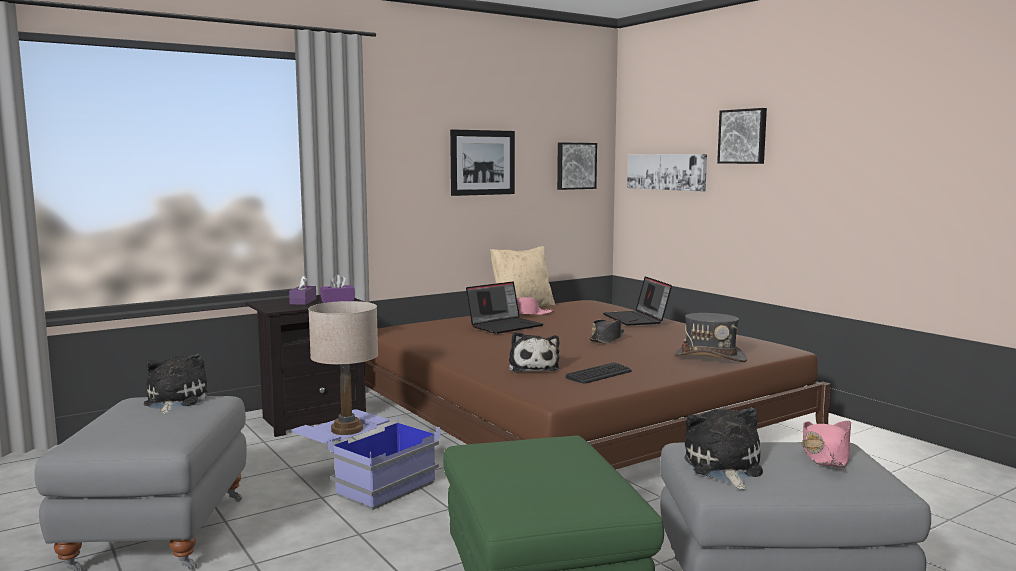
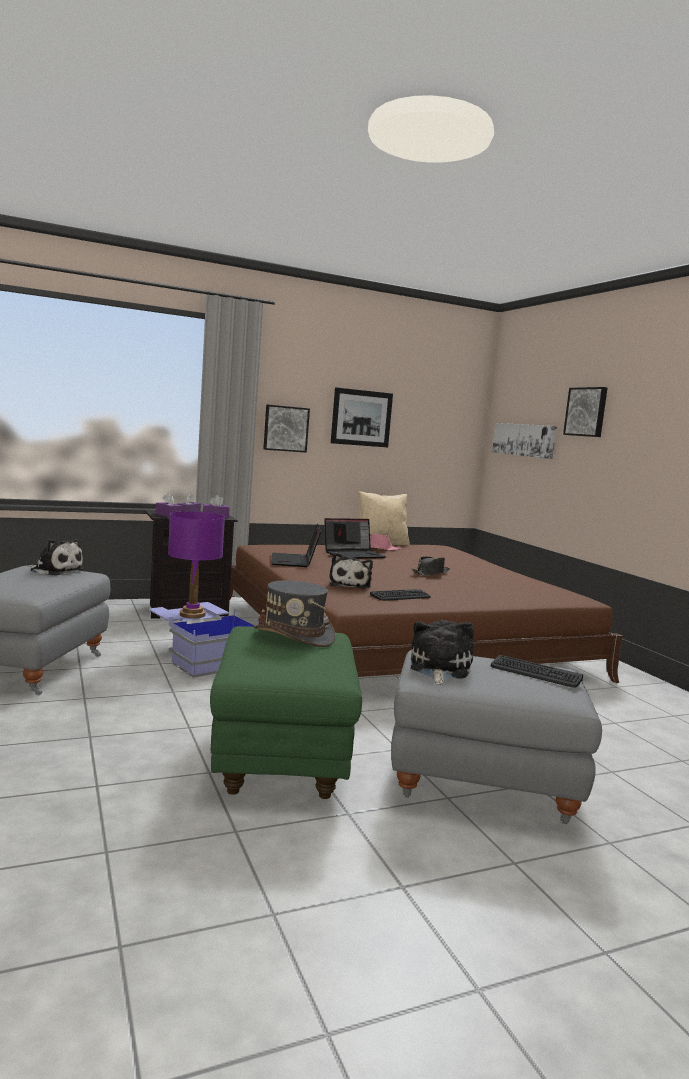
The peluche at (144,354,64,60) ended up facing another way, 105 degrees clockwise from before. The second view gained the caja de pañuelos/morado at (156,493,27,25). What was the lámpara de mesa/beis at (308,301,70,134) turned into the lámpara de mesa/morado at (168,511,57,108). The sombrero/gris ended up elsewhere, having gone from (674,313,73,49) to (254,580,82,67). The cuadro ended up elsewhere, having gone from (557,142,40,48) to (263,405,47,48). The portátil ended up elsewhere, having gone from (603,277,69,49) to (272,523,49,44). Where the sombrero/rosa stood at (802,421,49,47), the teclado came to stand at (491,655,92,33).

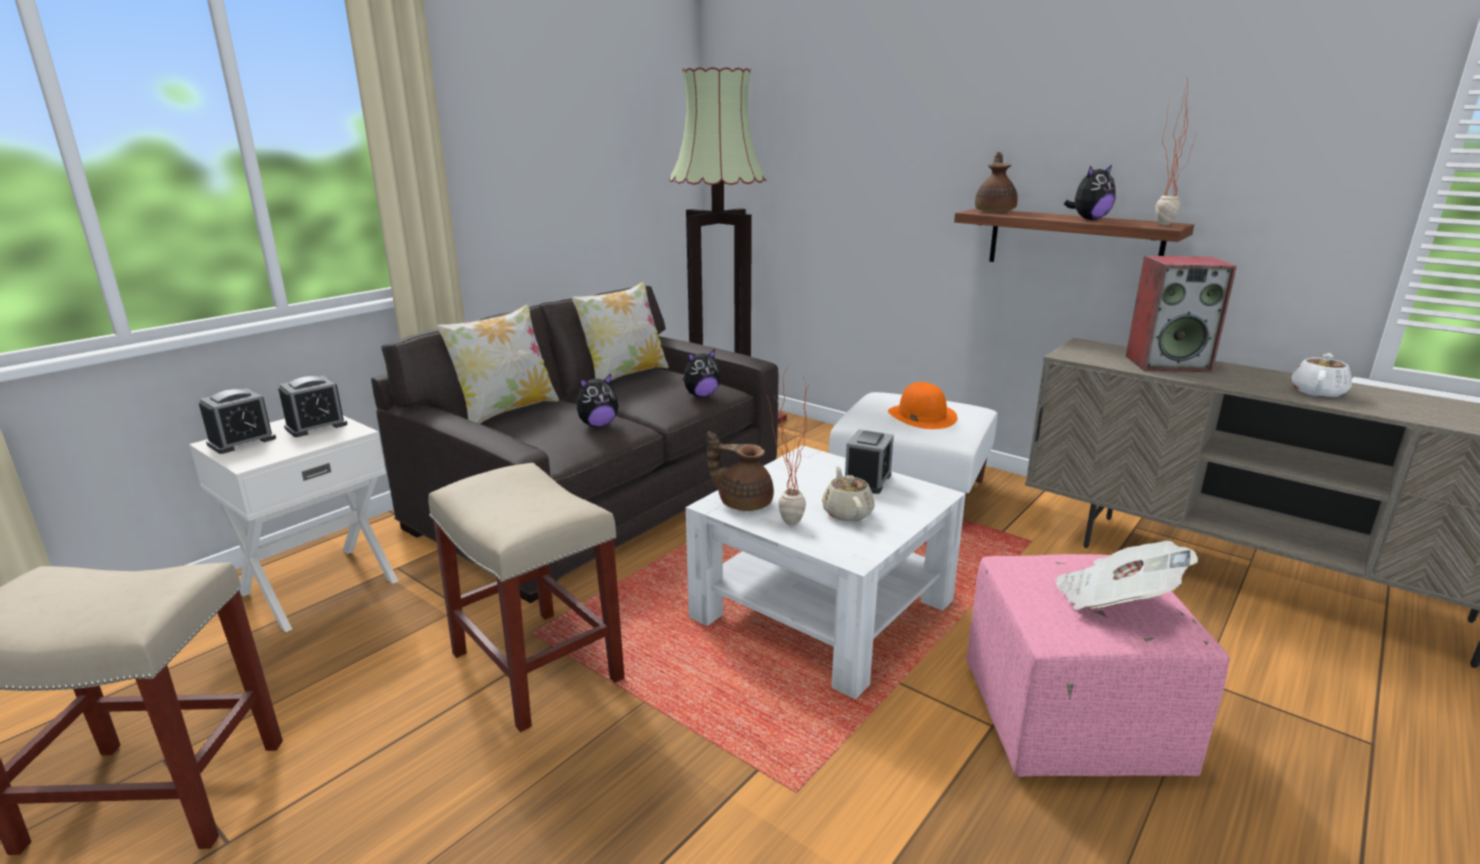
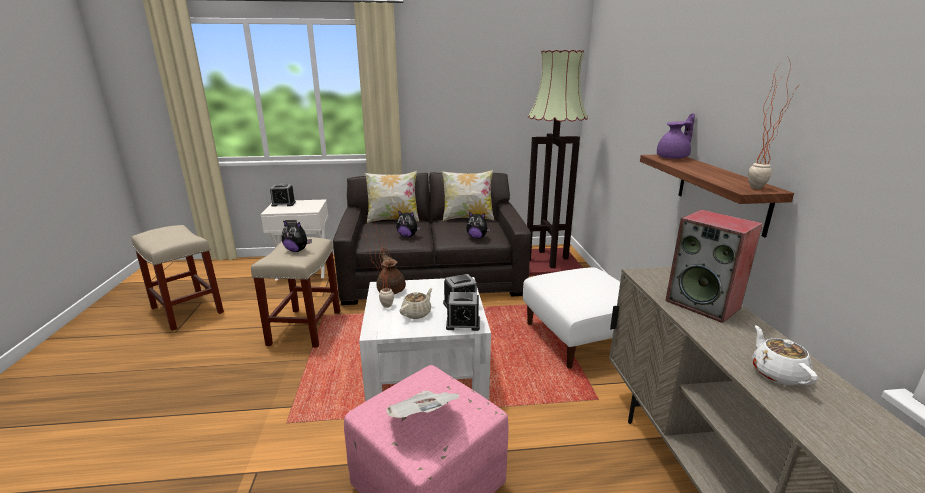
The peluche ended up elsewhere, having gone from (1064,165,52,55) to (282,220,30,32). The despertador ended up elsewhere, having gone from (278,376,69,61) to (446,292,34,39). What was the tetera/marrón at (975,152,43,60) turned into the tetera/morado at (657,113,38,46). The tetera/blanco at (1291,353,61,44) ended up facing another way, 90 degrees counterclockwise from before. The second view lost the sombrero/naranja at (888,382,69,47).

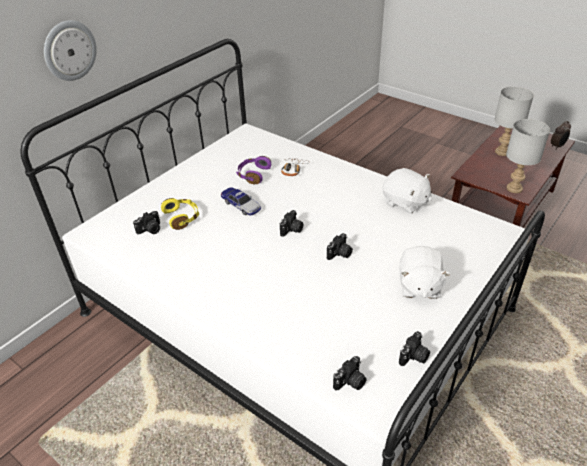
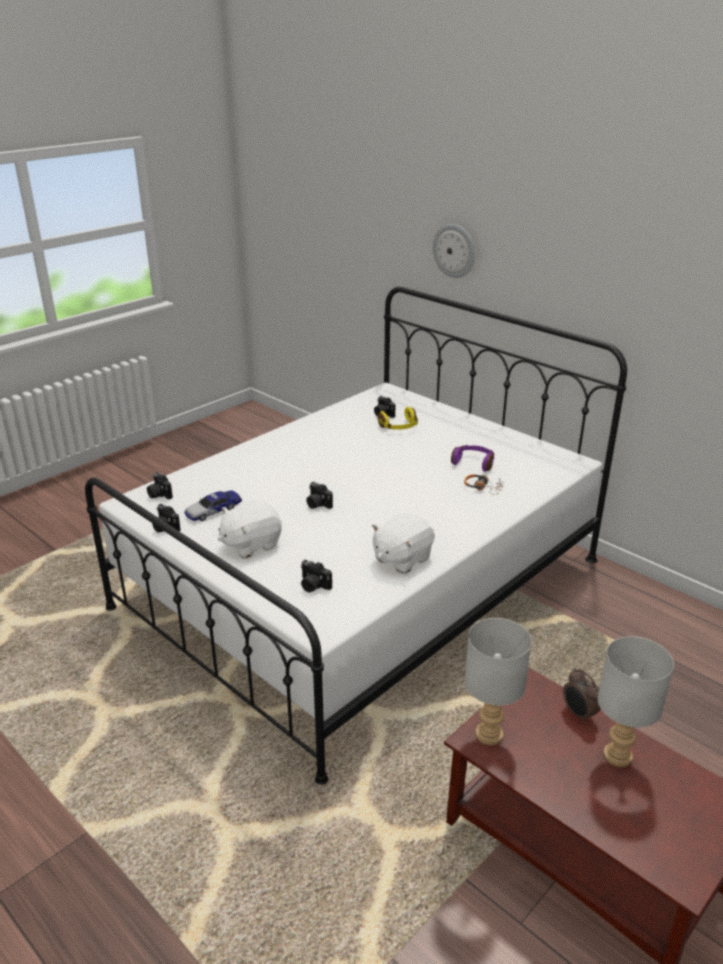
The coche de juguete ended up elsewhere, having gone from (221,187,40,29) to (184,490,58,31). The peluche/blanco at (400,246,50,53) ended up facing another way, 45 degrees counterclockwise from before. The cámara ended up elsewhere, having gone from (280,210,24,27) to (301,560,31,33). The despertador ended up elsewhere, having gone from (551,121,20,29) to (563,668,38,55).

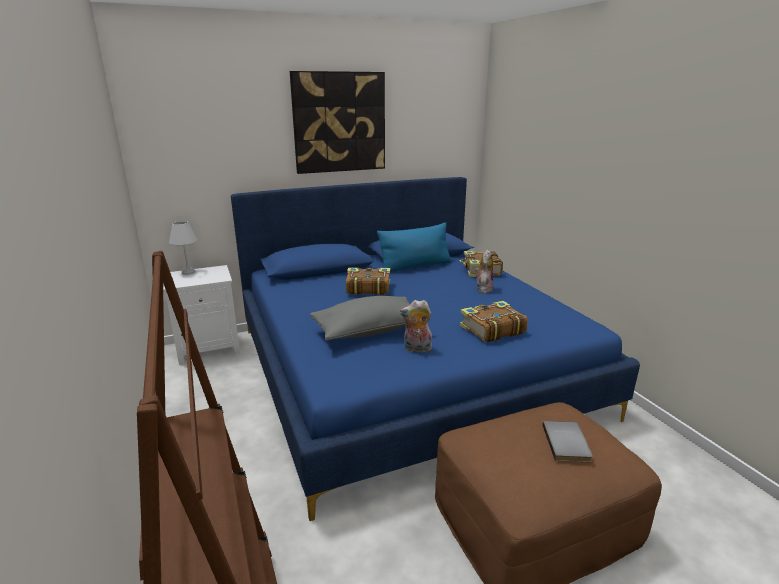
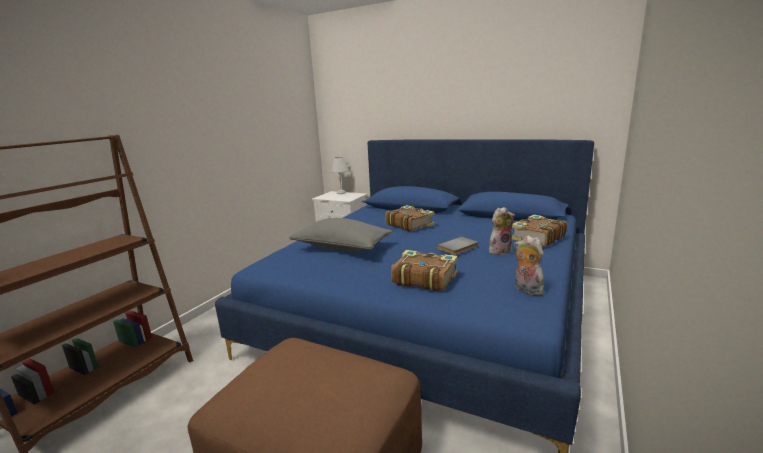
The libro/gris ended up elsewhere, having gone from (543,421,50,41) to (437,237,41,18). The peluche ended up elsewhere, having gone from (400,300,32,53) to (513,235,31,61). The second view lost the cuadro at (290,71,95,103). The second view lost the cojín/azul at (377,222,75,50).

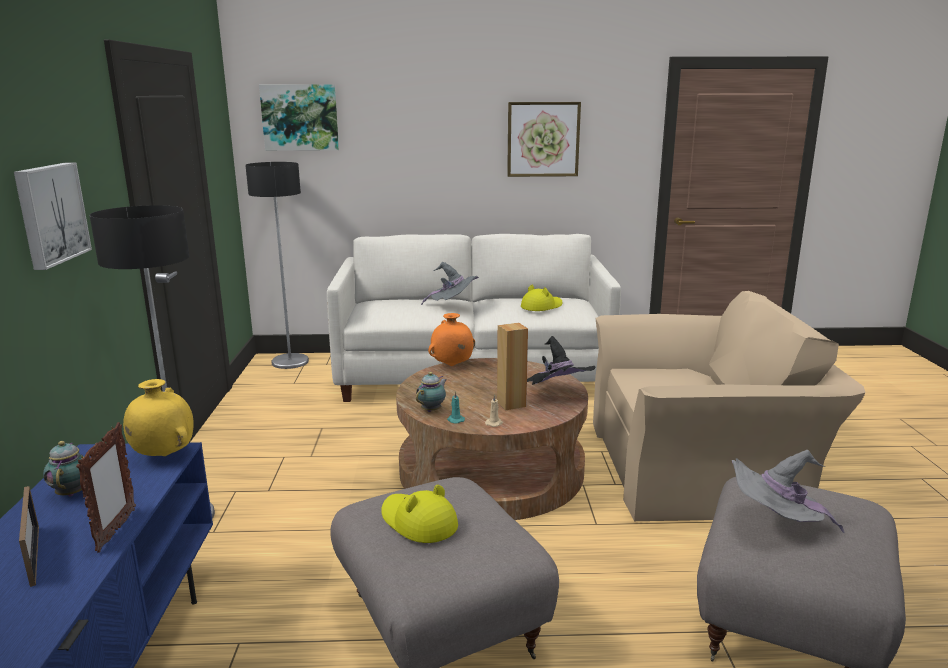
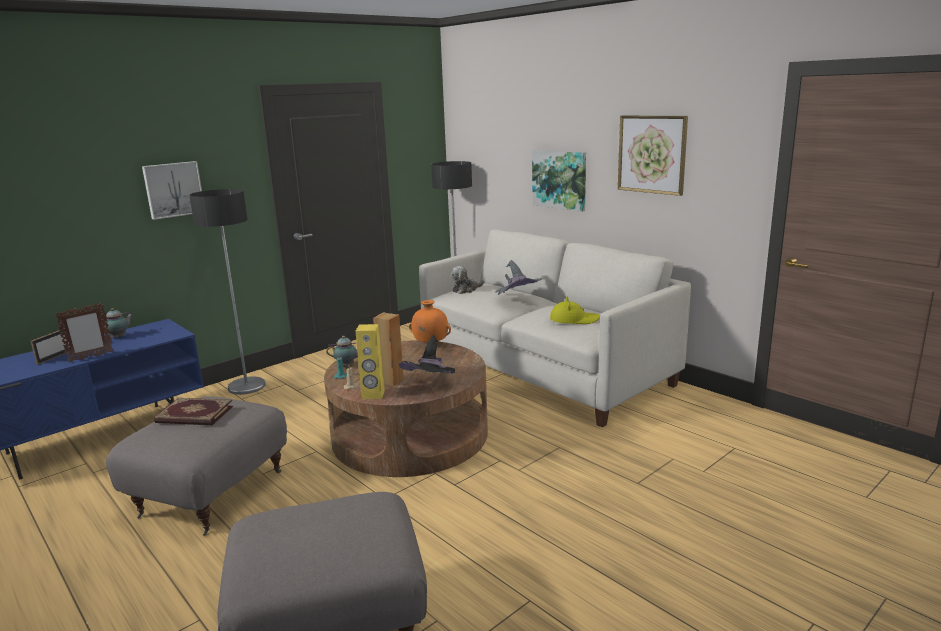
Where the sombrero/amarillo stood at (381,484,77,59), the libro came to stand at (154,398,79,27). The second view gained the altavoz/amarillo at (355,324,30,75). The second view gained the peluche at (451,266,33,28). The cuadro ended up elsewhere, having gone from (259,84,80,67) to (532,150,54,62). The second view lost the florero/amarillo at (123,379,70,77). The second view lost the sillón/beis at (593,291,273,230). The second view lost the sombrero/gris at (732,450,112,83).

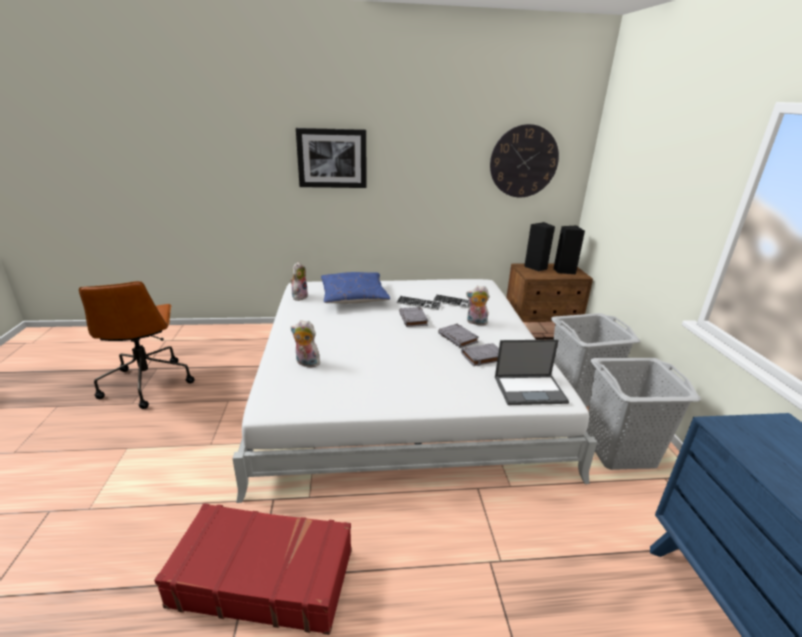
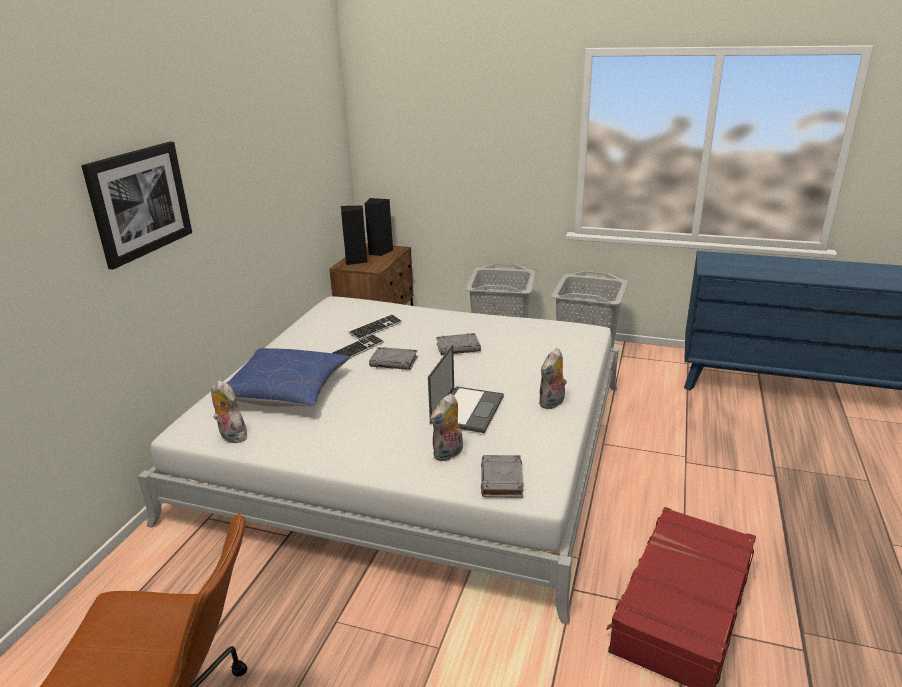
The portátil ended up elsewhere, having gone from (495,339,74,66) to (428,344,76,89). The libro/gris ended up elsewhere, having gone from (461,343,38,23) to (481,455,43,43). The peluche ended up elsewhere, having gone from (466,286,24,40) to (538,348,29,61). The second view lost the reloj de pared at (490,124,69,73).

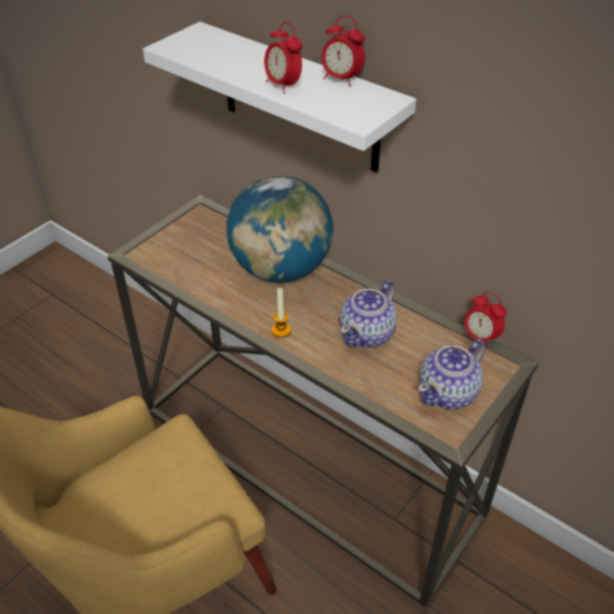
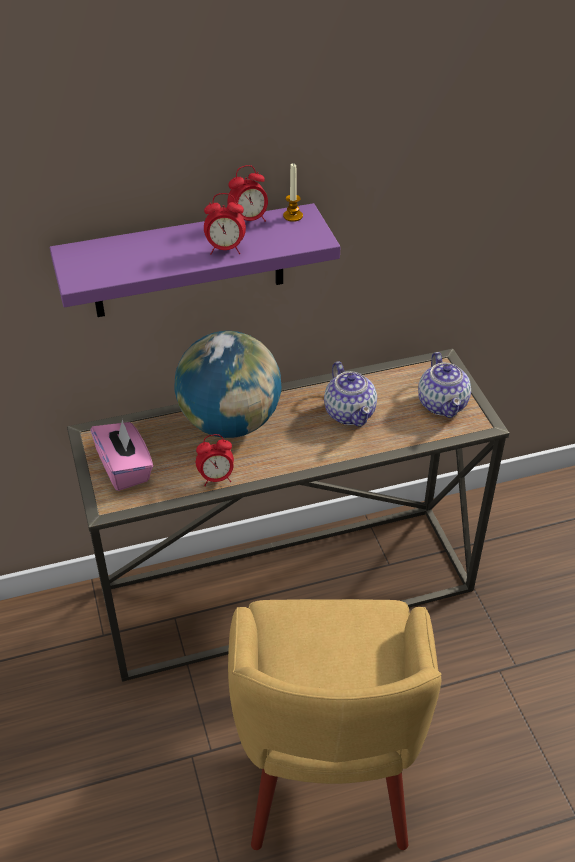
What was the estante/blanco at (143,22,273,150) turned into the estante/morado at (50,203,290,114). The second view gained the caja de pañuelos/rosa at (90,419,63,72). The despertador ended up elsewhere, having gone from (464,292,43,57) to (196,434,38,52). The vela ended up elsewhere, having gone from (272,288,19,50) to (283,163,20,59).

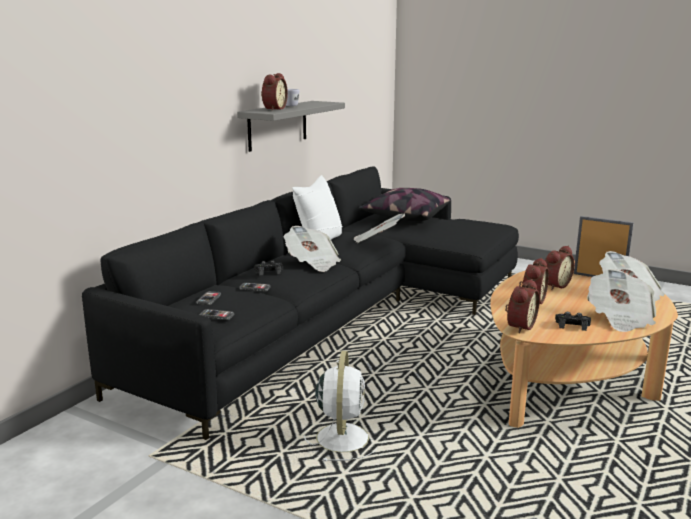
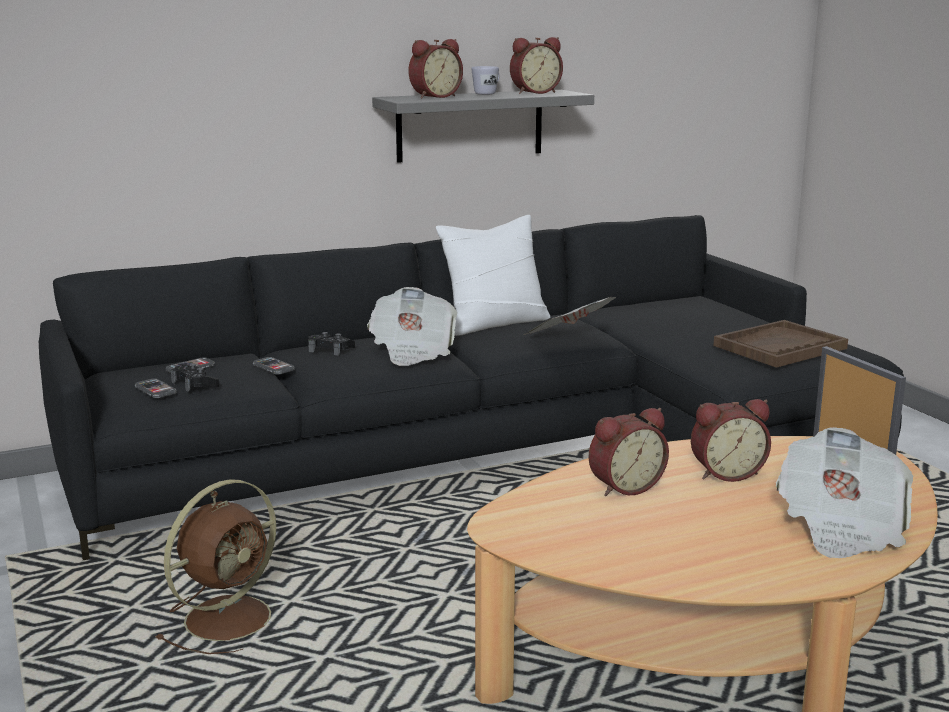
What was the ventilador/blanco at (304,351,73,110) turned into the ventilador/marrón at (155,479,121,175). The mando de consola/negro ended up elsewhere, having gone from (555,312,36,19) to (171,364,48,28). The despertador ended up elsewhere, having gone from (505,279,35,54) to (510,37,53,57). The second view gained the bandeja/marrón at (713,320,135,48). The second view lost the cojín at (359,188,92,33). The second view lost the periódico at (587,269,69,63).

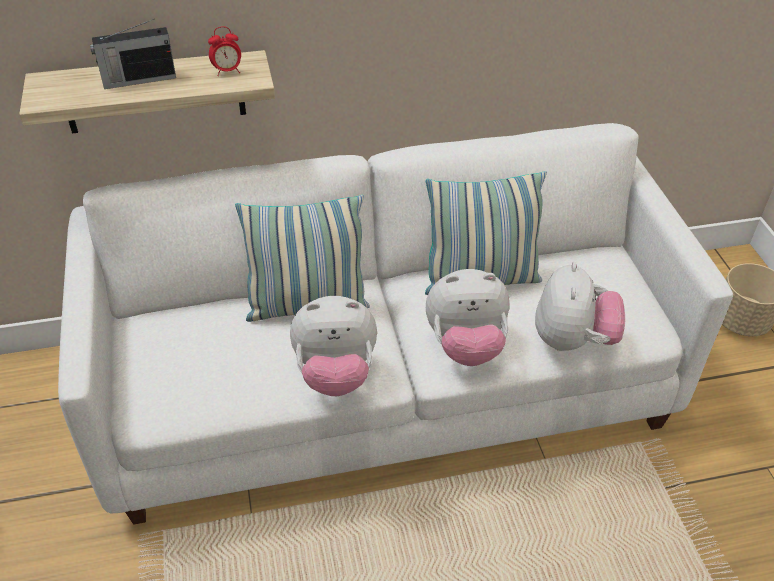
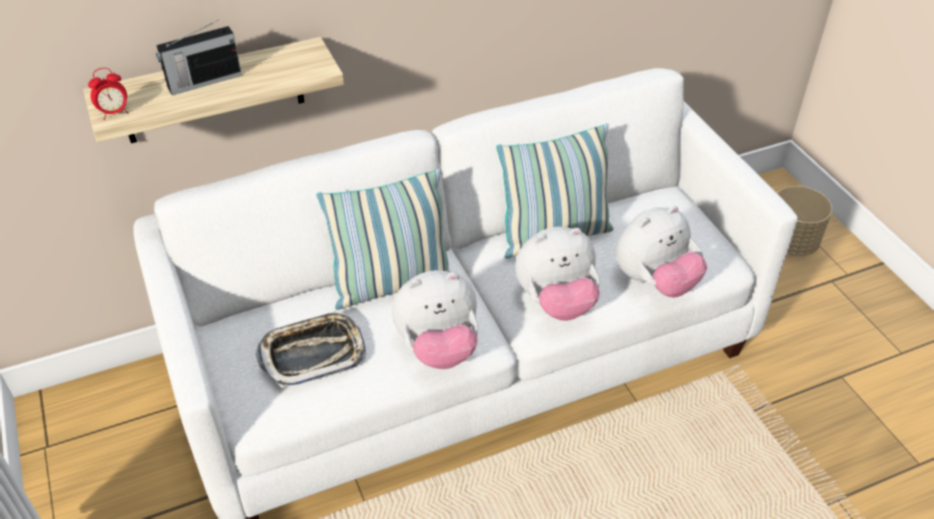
The despertador ended up elsewhere, having gone from (208,26,33,50) to (88,68,40,52). The second view gained the bandeja at (256,310,110,78). The peluche at (535,262,90,89) ended up facing another way, 60 degrees clockwise from before.

